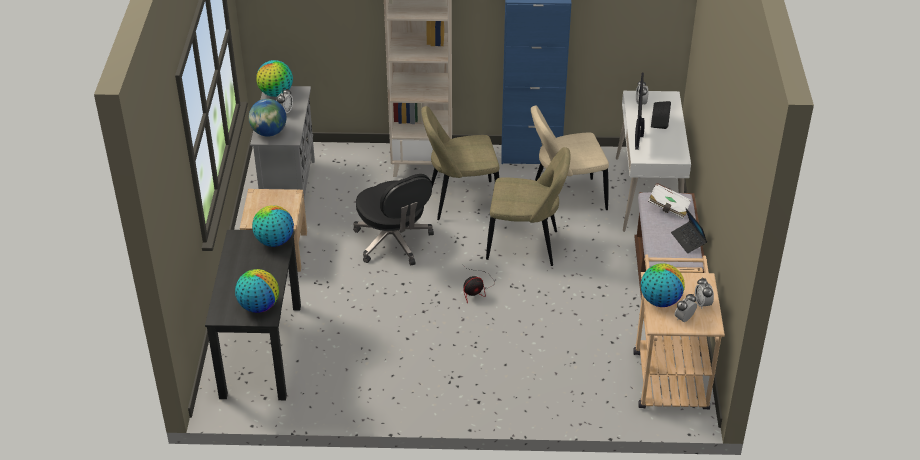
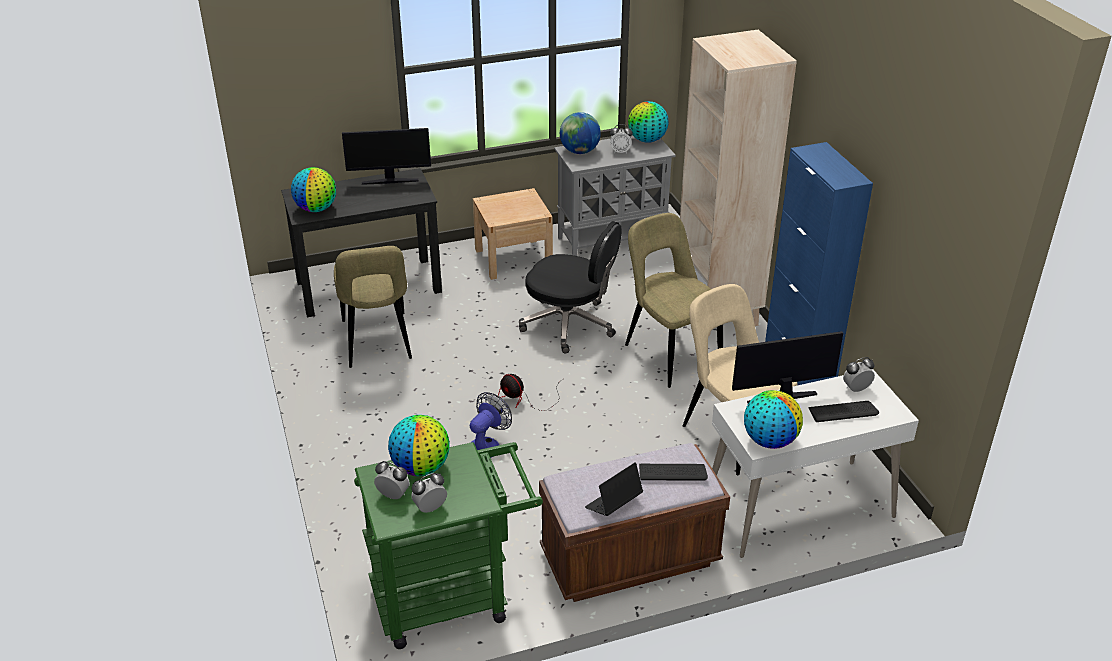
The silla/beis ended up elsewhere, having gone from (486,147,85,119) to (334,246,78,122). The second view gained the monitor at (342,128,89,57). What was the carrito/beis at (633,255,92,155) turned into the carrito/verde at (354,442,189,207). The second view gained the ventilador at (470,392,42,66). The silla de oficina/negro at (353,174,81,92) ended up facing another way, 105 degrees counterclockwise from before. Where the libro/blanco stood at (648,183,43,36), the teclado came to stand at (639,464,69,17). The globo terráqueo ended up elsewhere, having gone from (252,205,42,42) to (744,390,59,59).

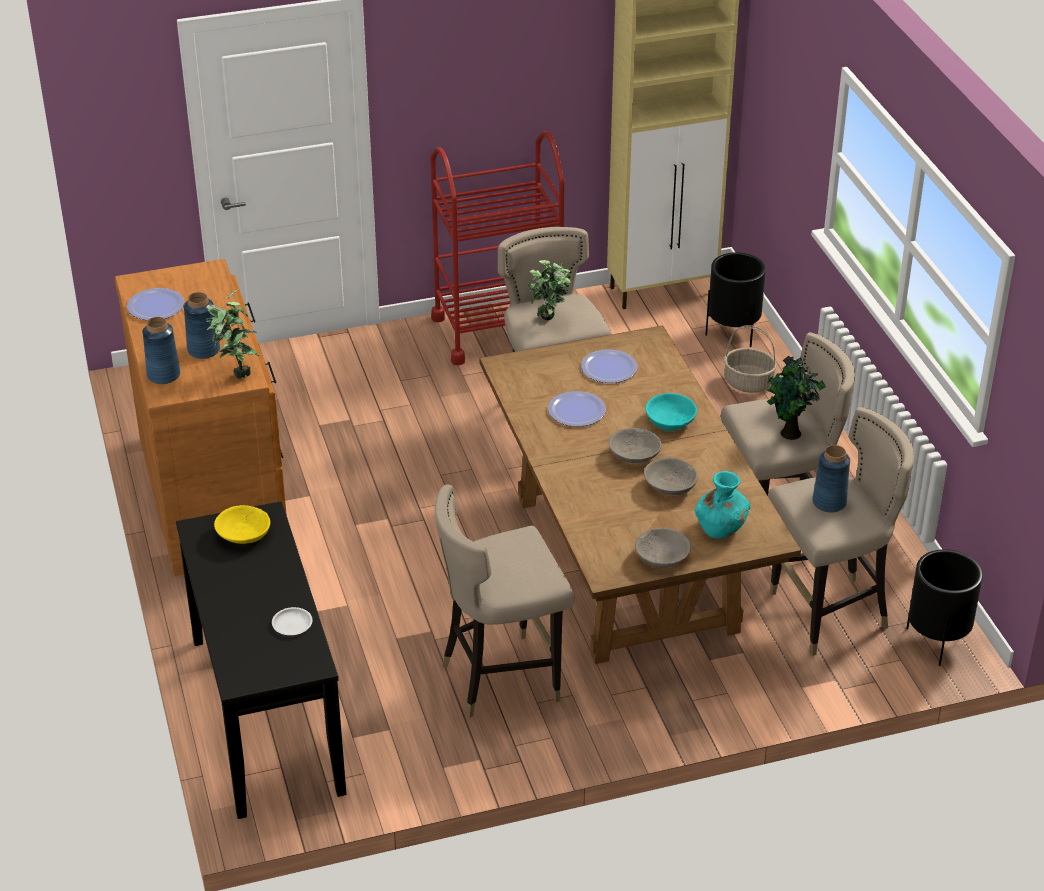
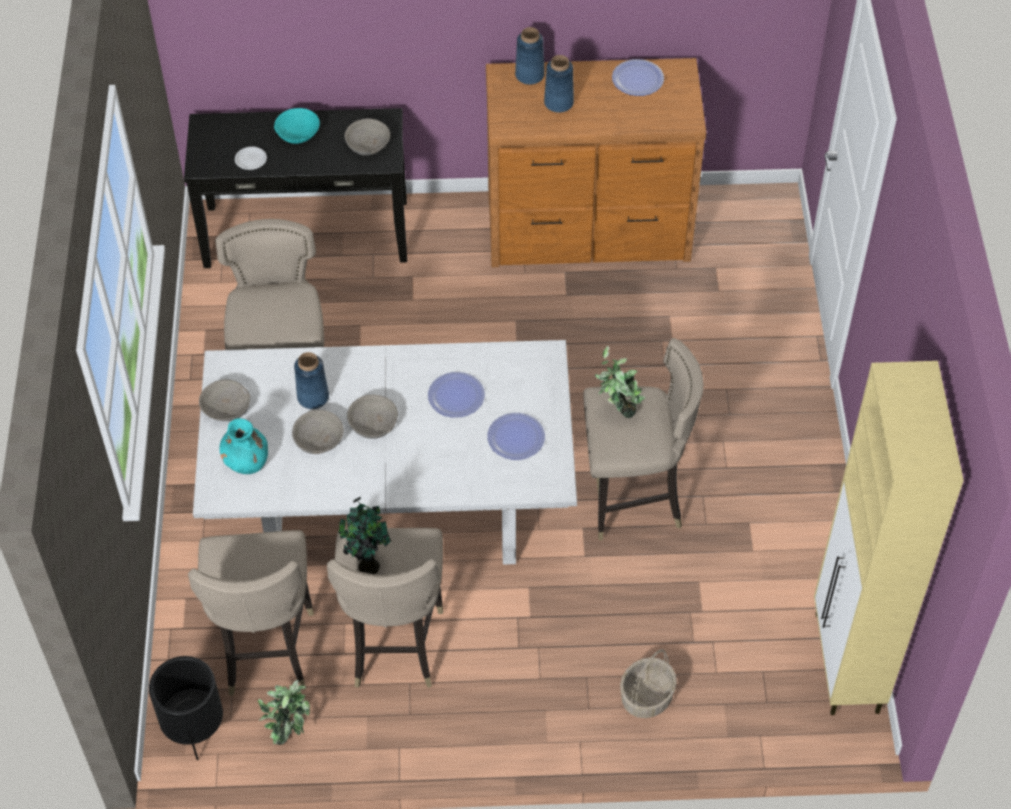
What was the mesa de comedor/marrón at (479,325,322,339) turned into the mesa de comedor/blanco at (193,340,384,225). The planta en maceta ended up elsewhere, having gone from (205,289,54,90) to (258,680,52,65). The cuenco/turquesa ended up elsewhere, having gone from (645,393,52,38) to (274,108,46,36). The florero/azul ended up elsewhere, having gone from (812,445,38,68) to (294,352,35,57). What was the cuenco/amarillo at (214,505,56,39) turned into the cuenco/gris at (345,119,45,37). The second view lost the carrito/rojo at (430,131,134,234). The second view lost the maceta/negro at (705,252,61,95).

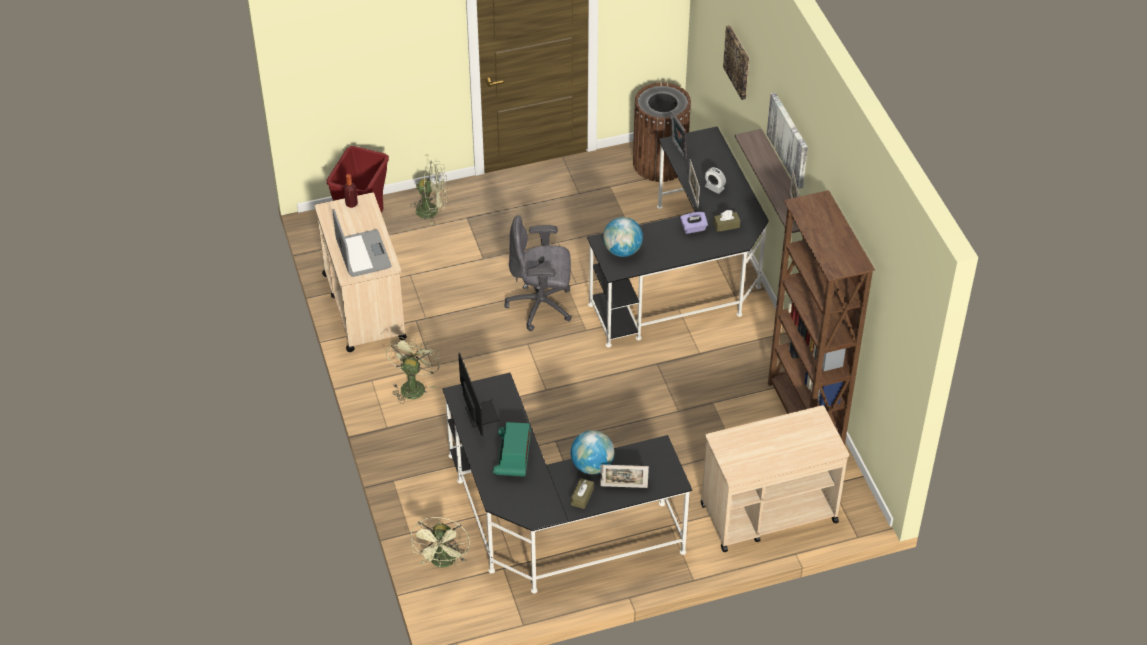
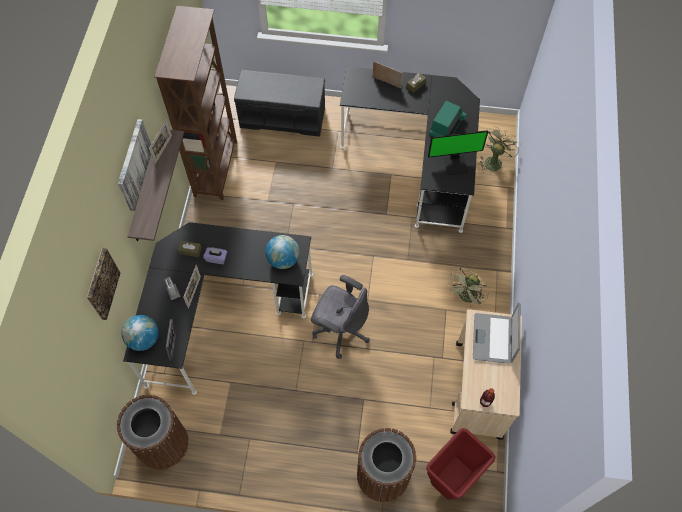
The globo terráqueo ended up elsewhere, having gone from (571,430,43,44) to (121,315,37,36). Where the carrito/beis stood at (701,405,148,147), the banco/gris came to stand at (234,69,91,68). Where the ventilador/verde stood at (410,161,38,64), the papelera/marrón came to stand at (357,428,59,74). The monitor at (458,353,41,83) ended up facing another way, 105 degrees counterclockwise from before.

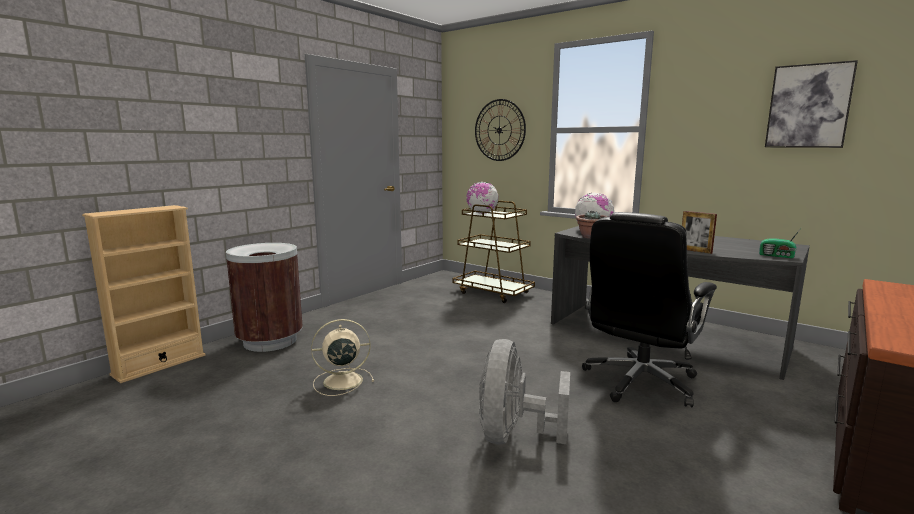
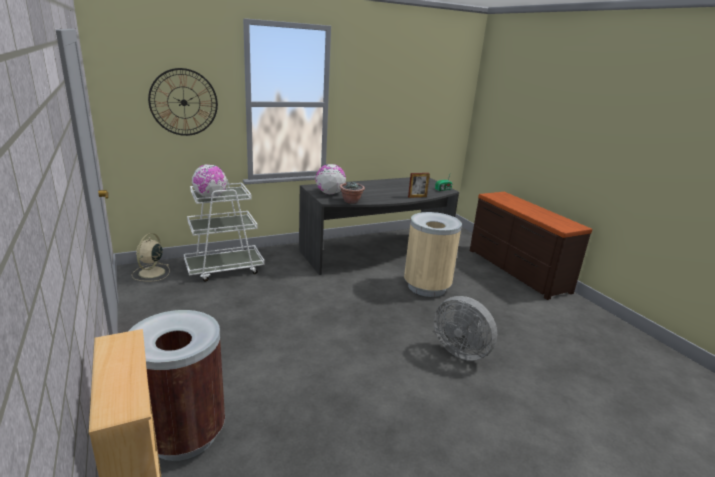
The ventilador/beis ended up elsewhere, having gone from (311,319,63,77) to (132,233,38,48). What was the carrito/marrón at (452,201,83,102) turned into the carrito/blanco at (184,178,81,104). Where the silla de oficina/negro stood at (582,212,135,195), the papelera/beis came to stand at (404,212,58,85). The second view lost the cuadro at (765,60,93,88).

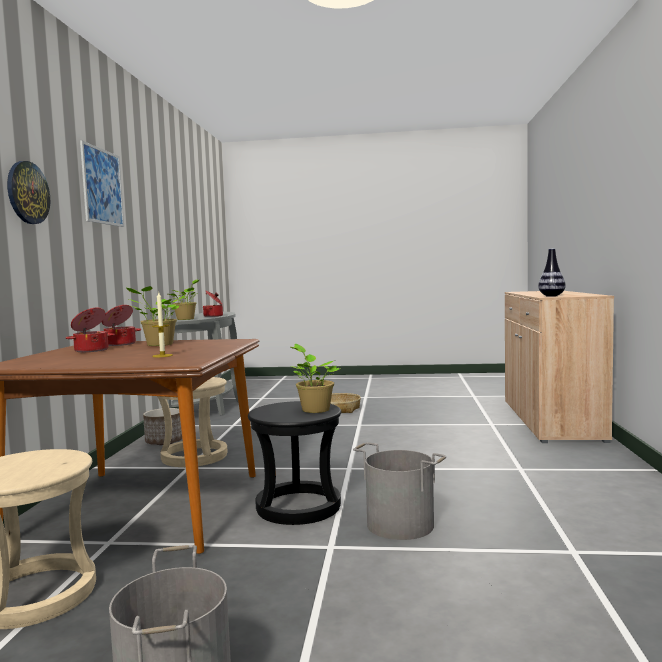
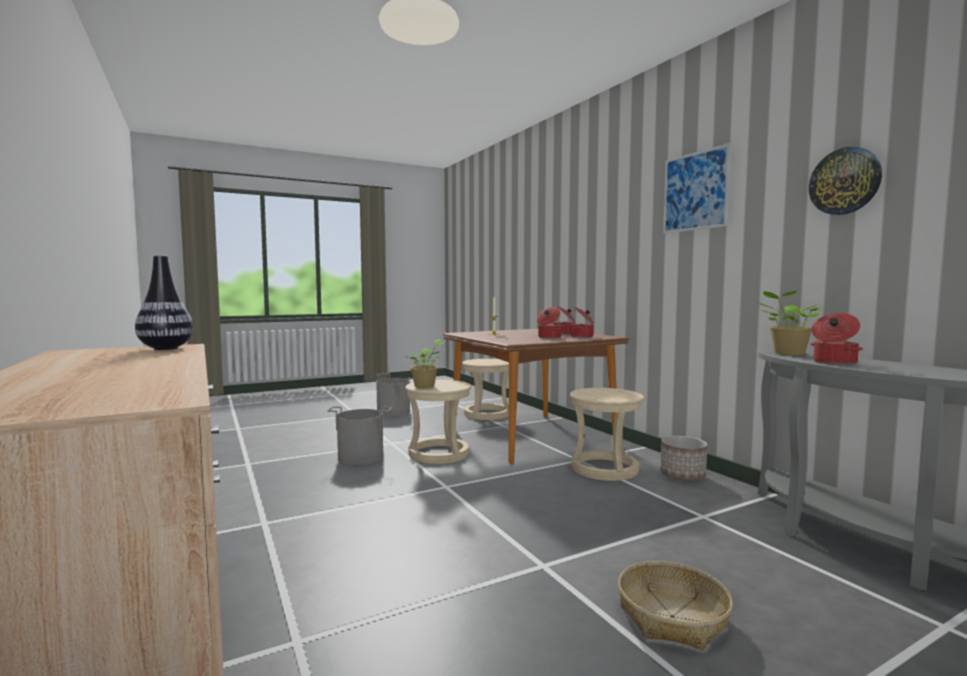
What was the taburete/negro at (248,401,93,124) turned into the taburete/beis at (405,380,66,84). Where the planta en maceta stood at (127,286,53,60), the olla came to stand at (537,307,24,32). The reloj de pared ended up elsewhere, having gone from (7,161,43,63) to (809,147,73,68).

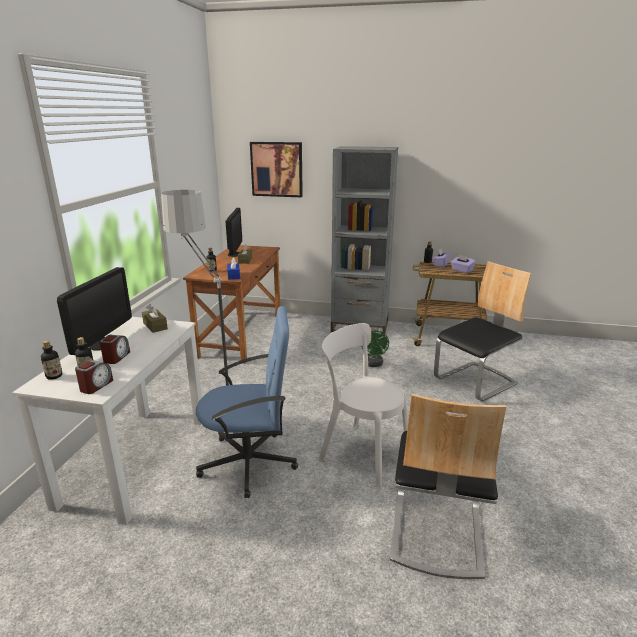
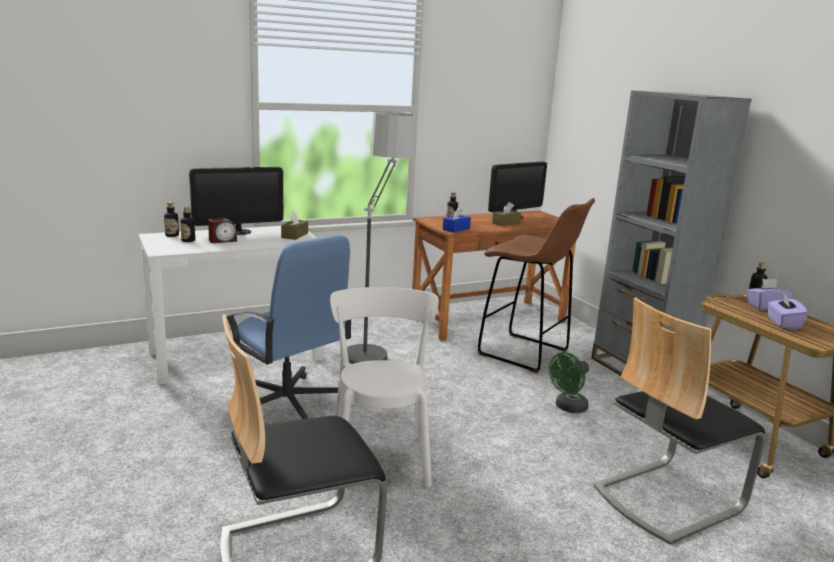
The second view gained the taburete/marrón at (478,198,117,175). The silla at (434,261,97,140) ended up facing another way, 135 degrees clockwise from before. The second view lost the despertador at (75,360,38,34). The second view lost the cuadro at (250,142,53,55).

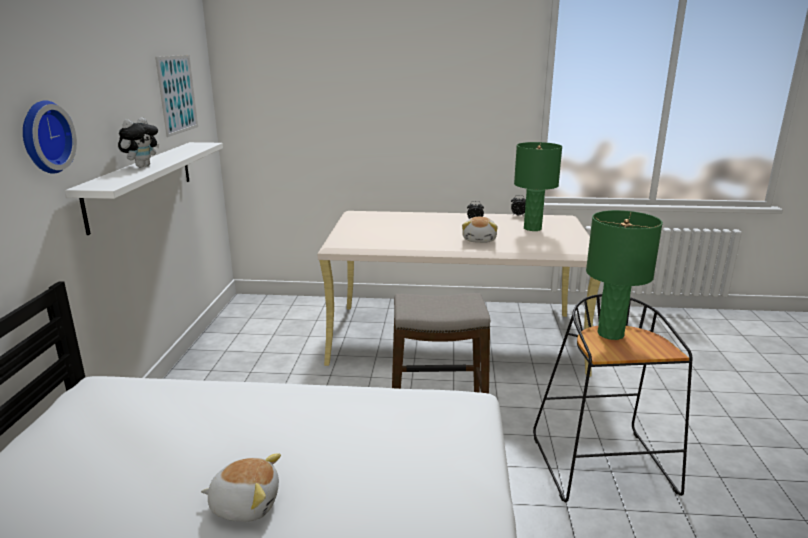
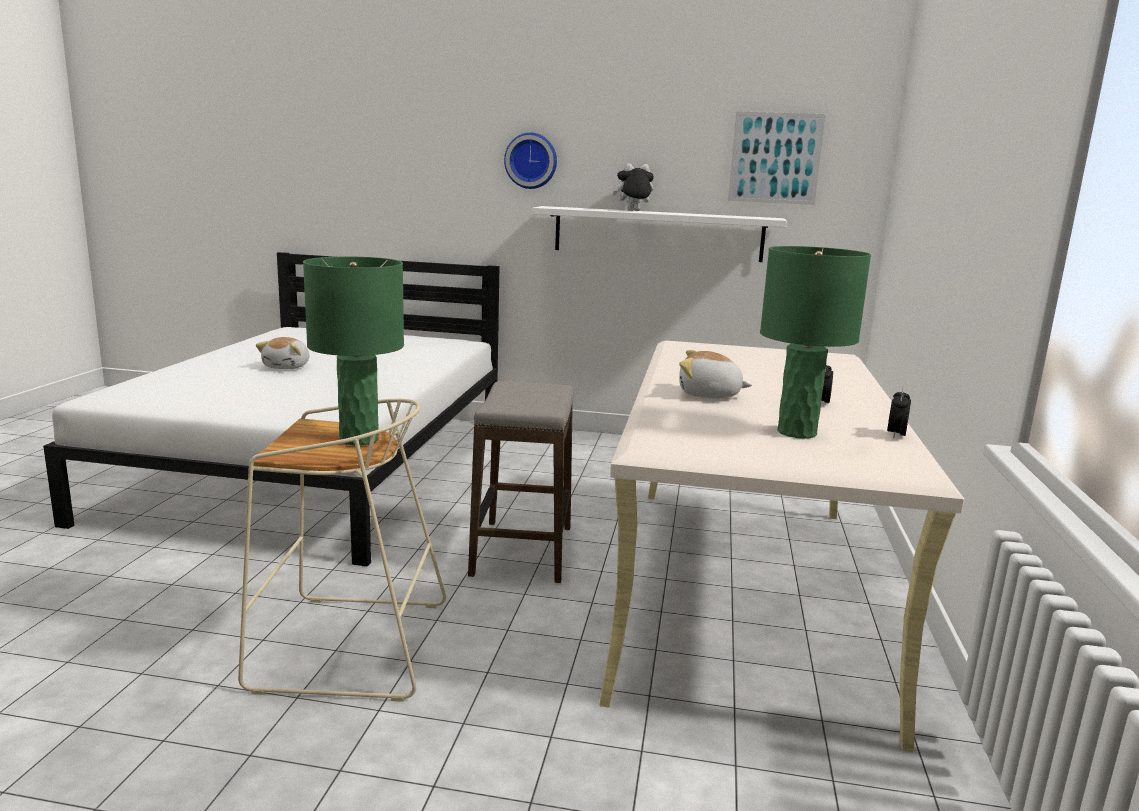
What was the taburete/negro at (533,294,159,208) turned into the taburete/beis at (238,399,208,303). The peluche at (118,117,41,50) ended up facing another way, 135 degrees clockwise from before.

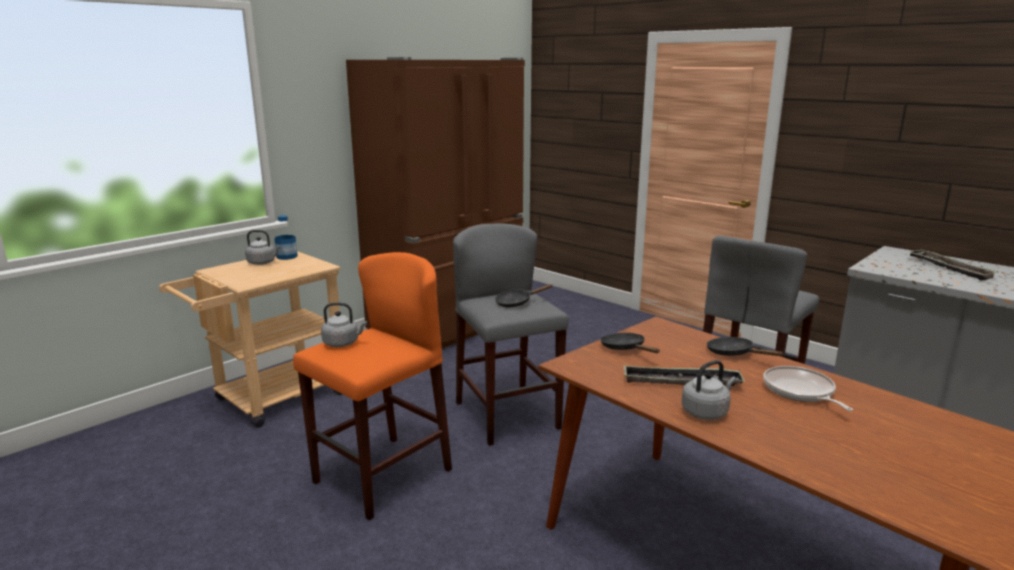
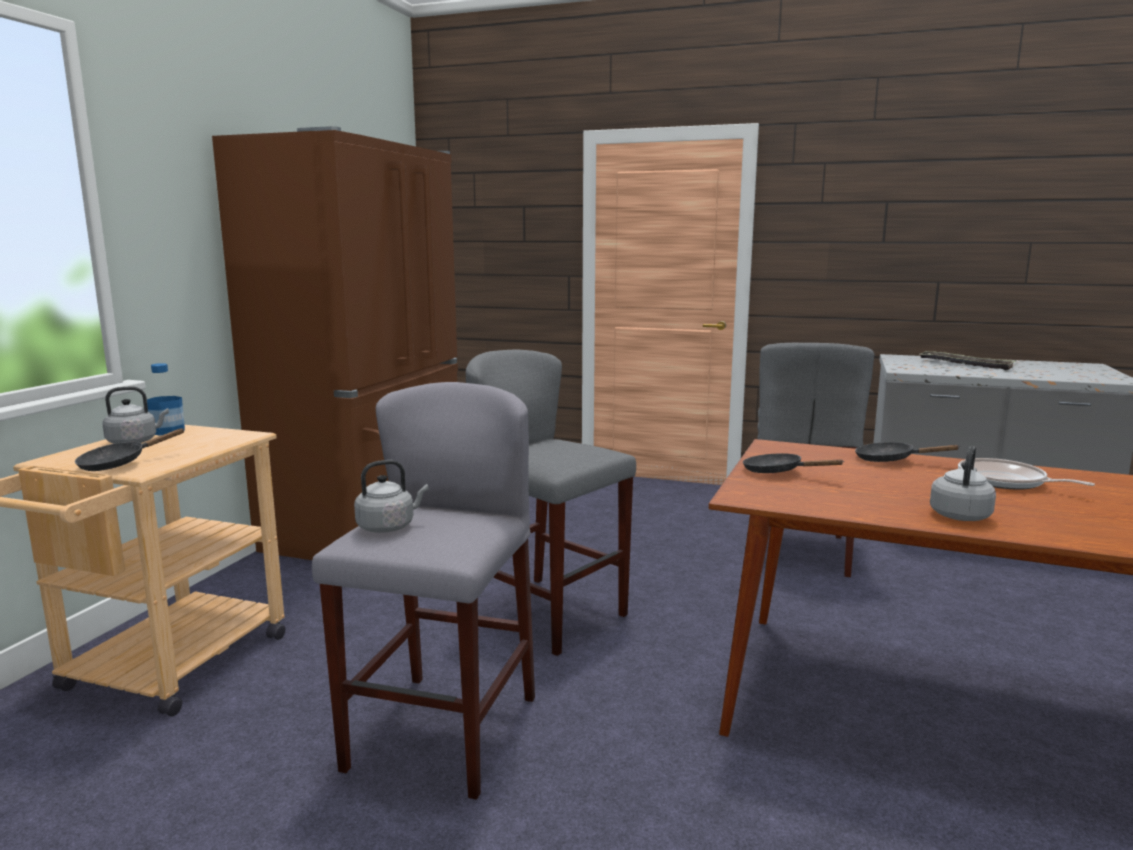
The sartén/negro ended up elsewhere, having gone from (495,284,57,24) to (75,428,110,43). What was the taburete/naranja at (293,252,159,268) turned into the taburete/gris at (312,382,223,418). The second view lost the bandeja at (624,366,121,20).

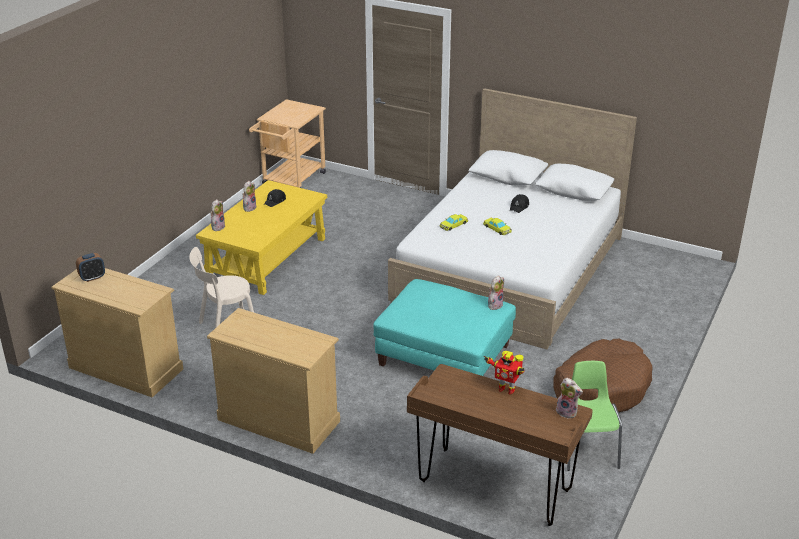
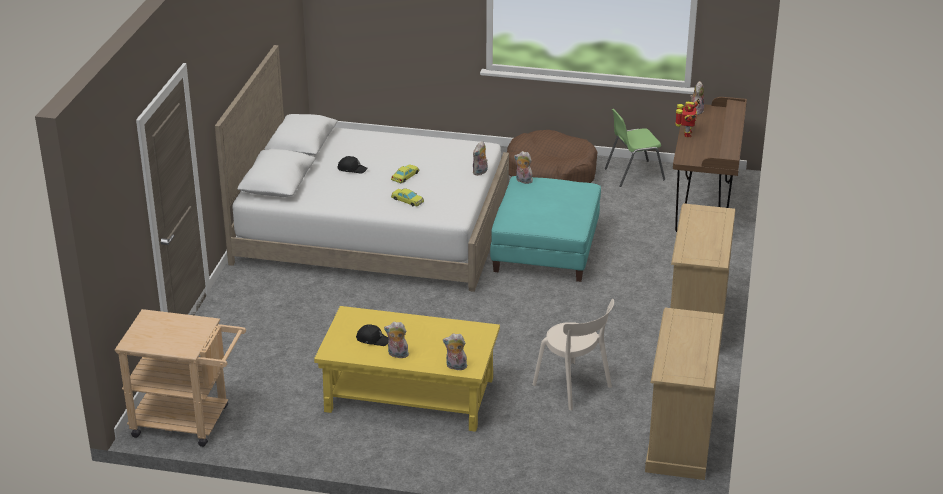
The second view gained the peluche at (473,141,15,35). The second view lost the despertador at (76,253,29,29).

